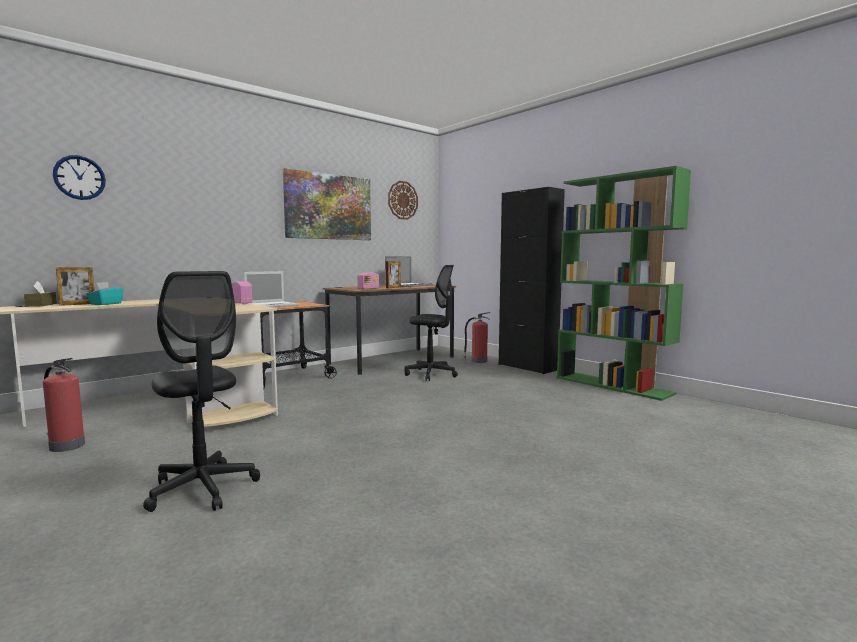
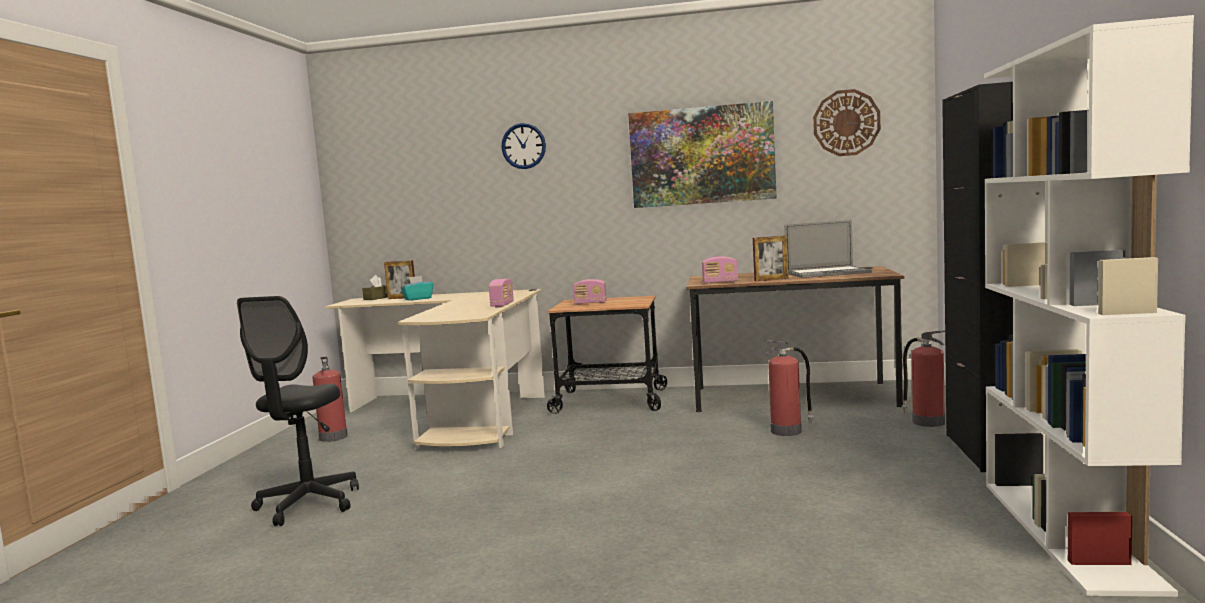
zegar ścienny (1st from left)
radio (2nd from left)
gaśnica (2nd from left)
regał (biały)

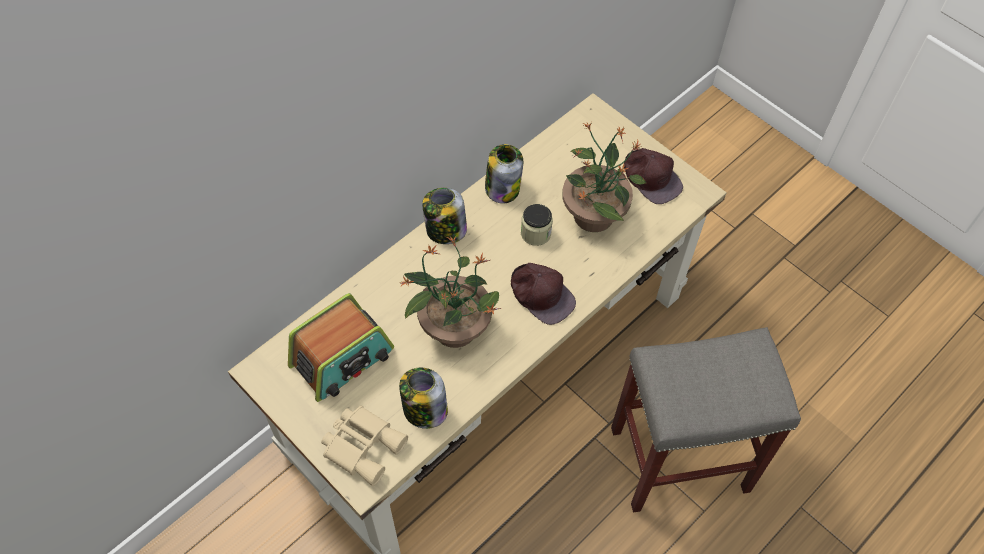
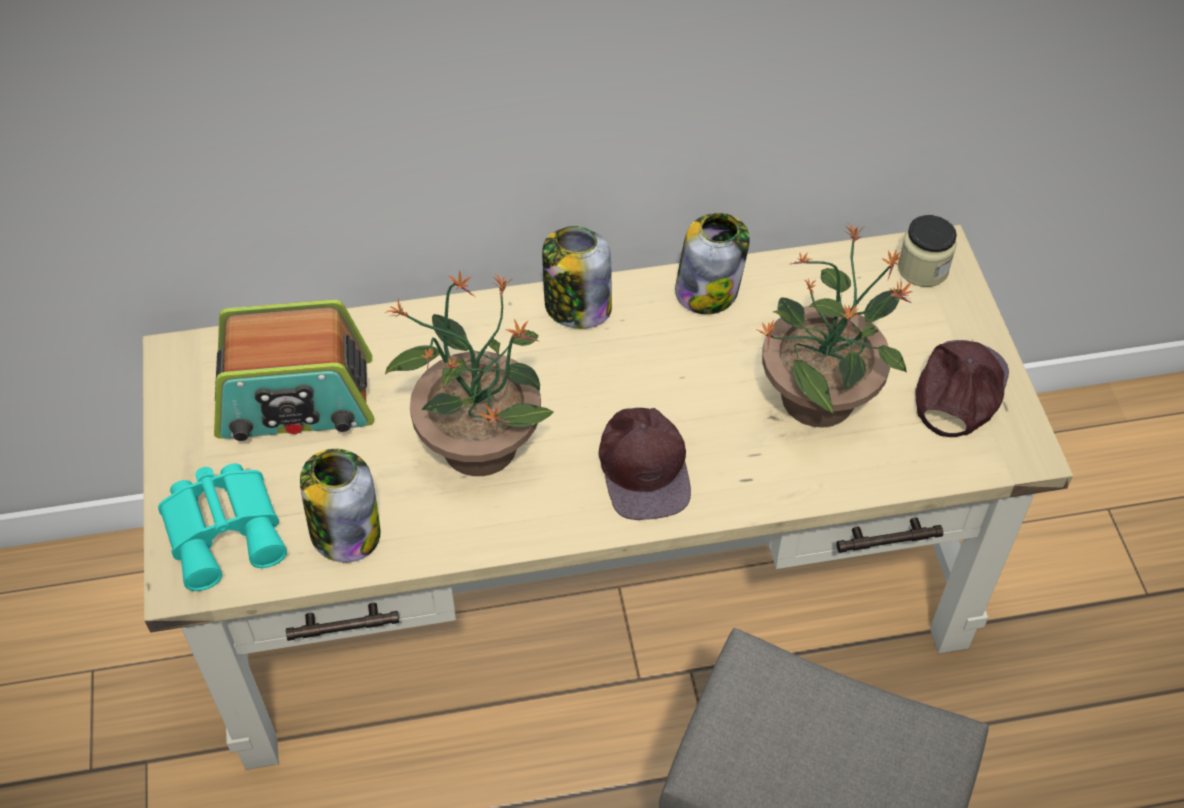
słoik (4th from left)
lornetka (turkusowy)
czapka z daszkiem (brązowy) (2nd from left)

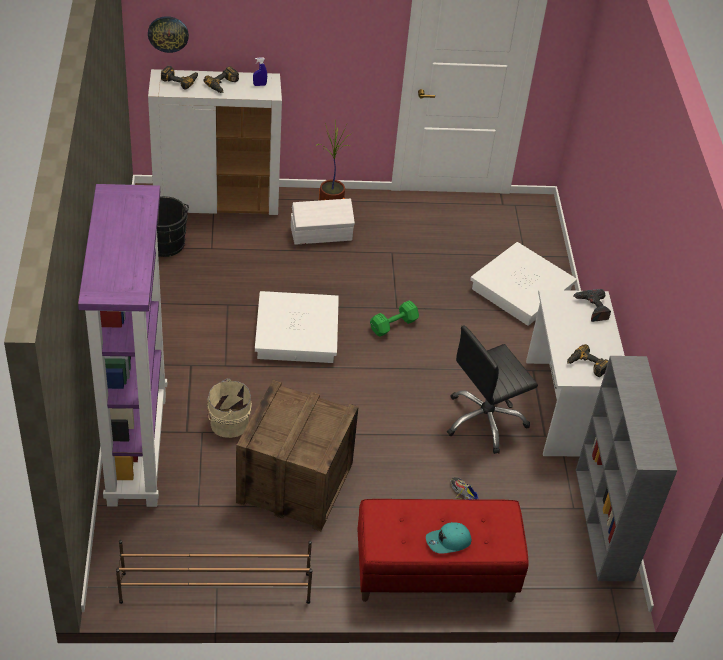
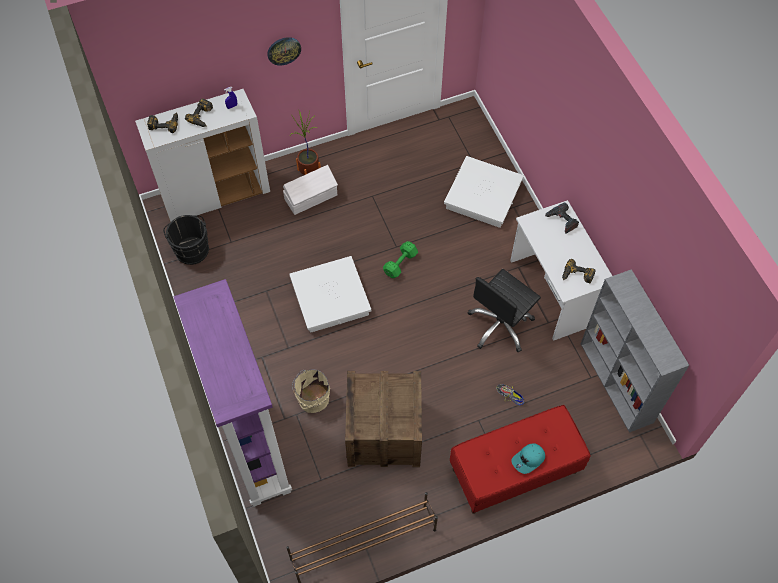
zegar ścienny

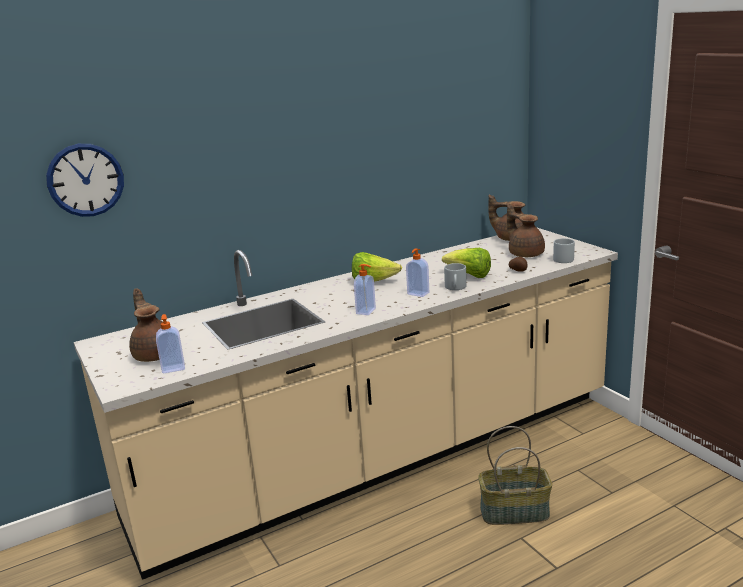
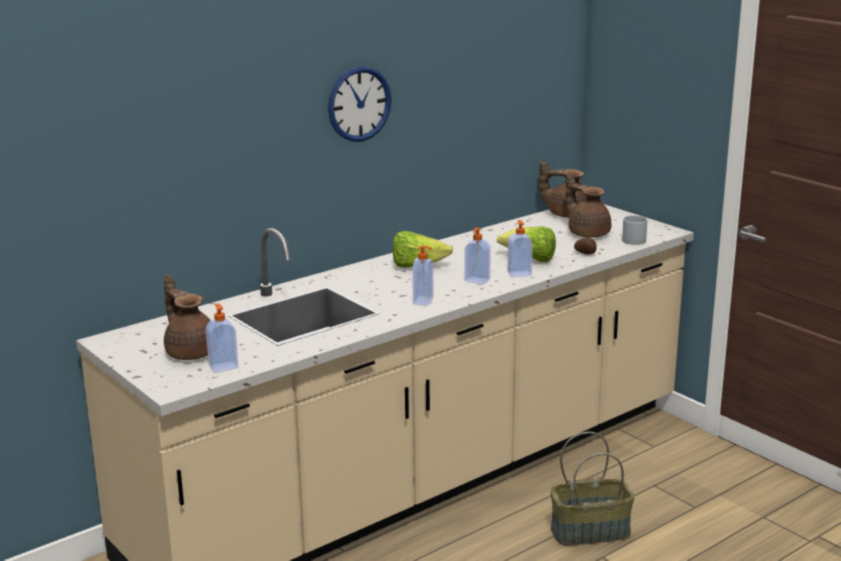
zegar ścienny
dozownik mydła (4th from left)

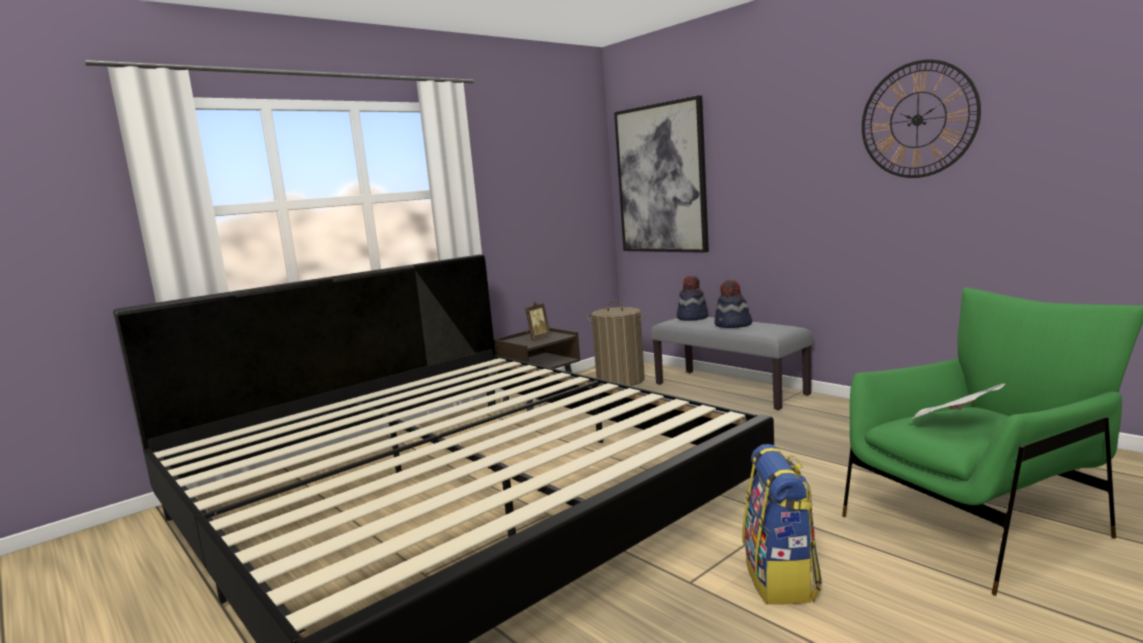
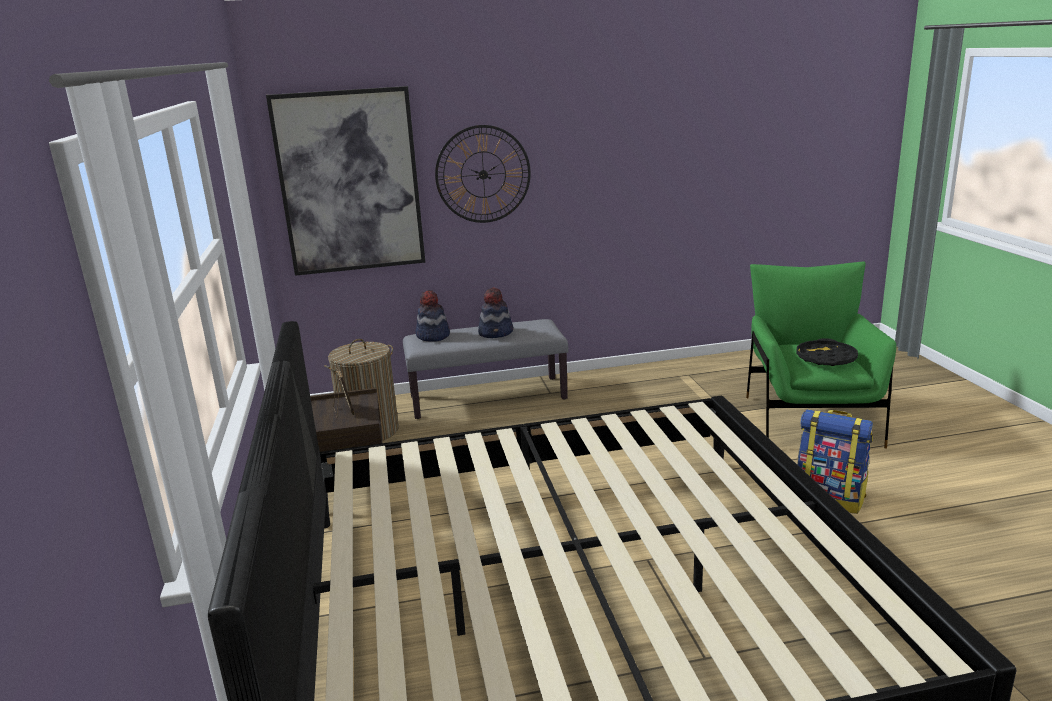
zegar ścienny
taca (czarny)

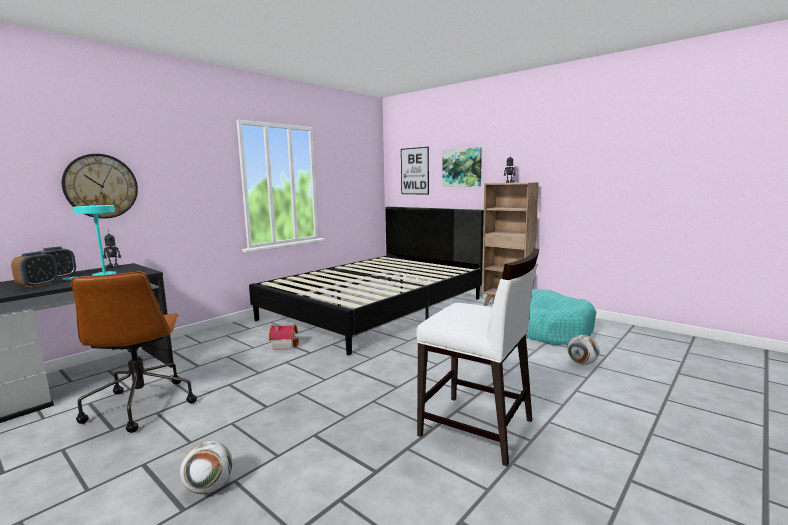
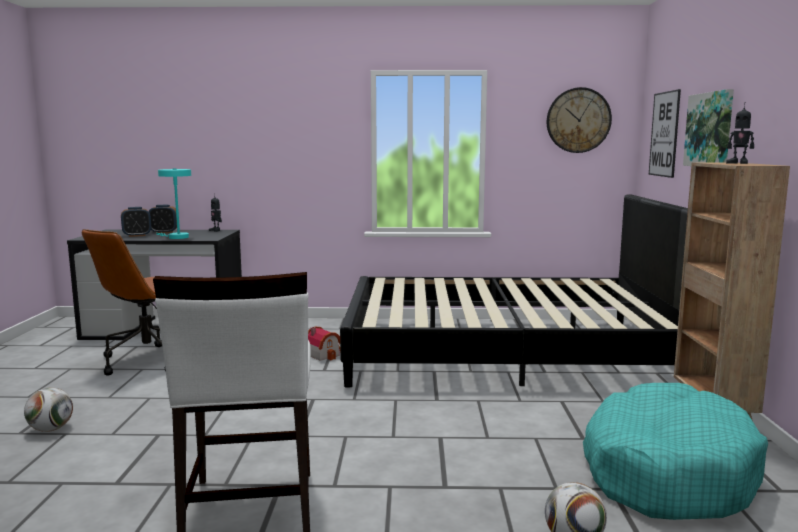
zegar ścienny

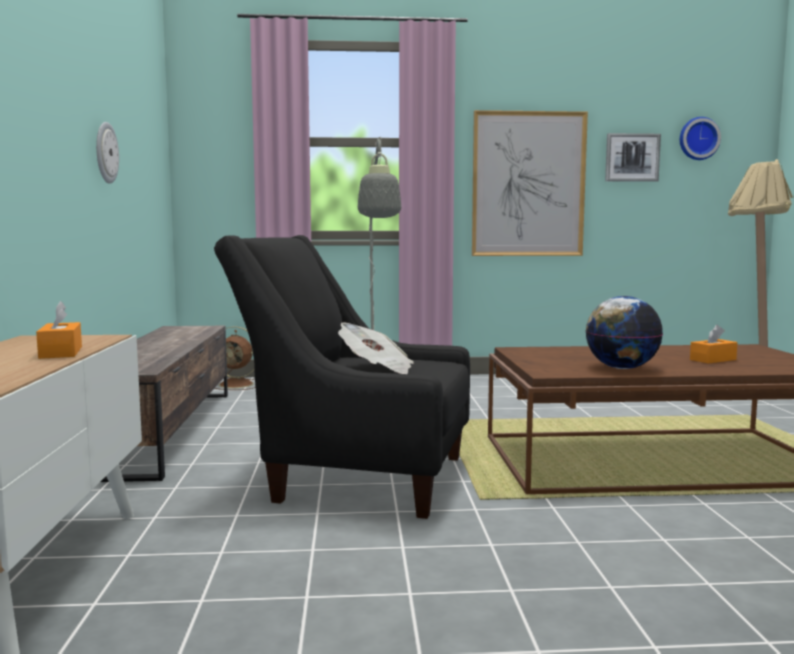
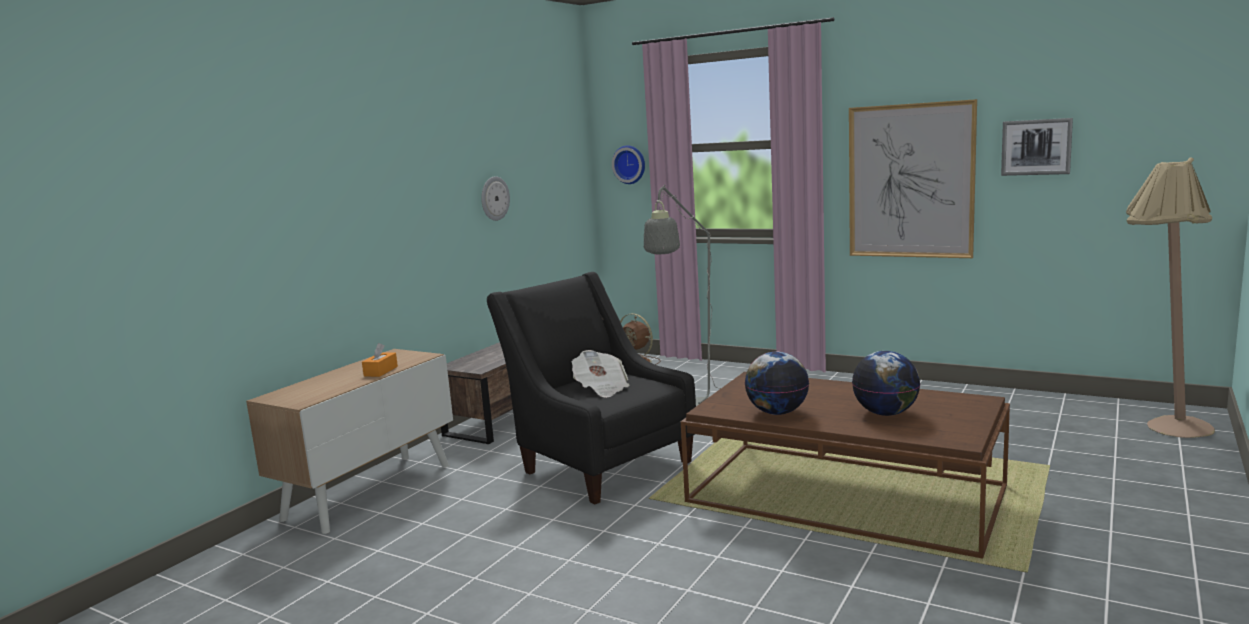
zegar ścienny (2nd from left)
globus (2nd from left)

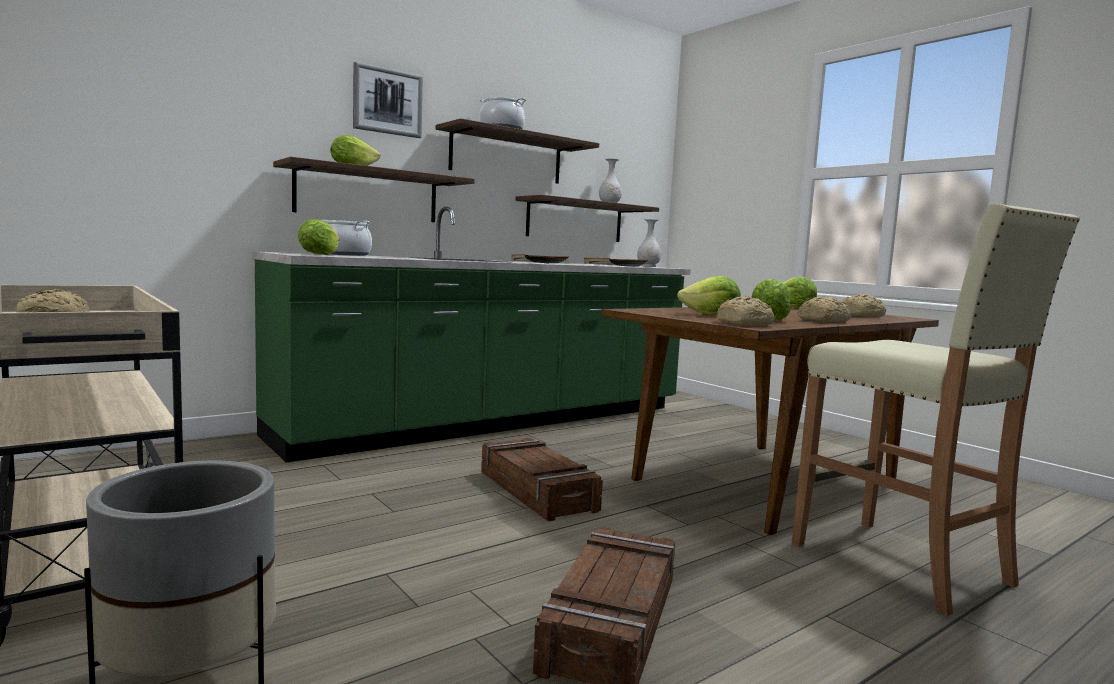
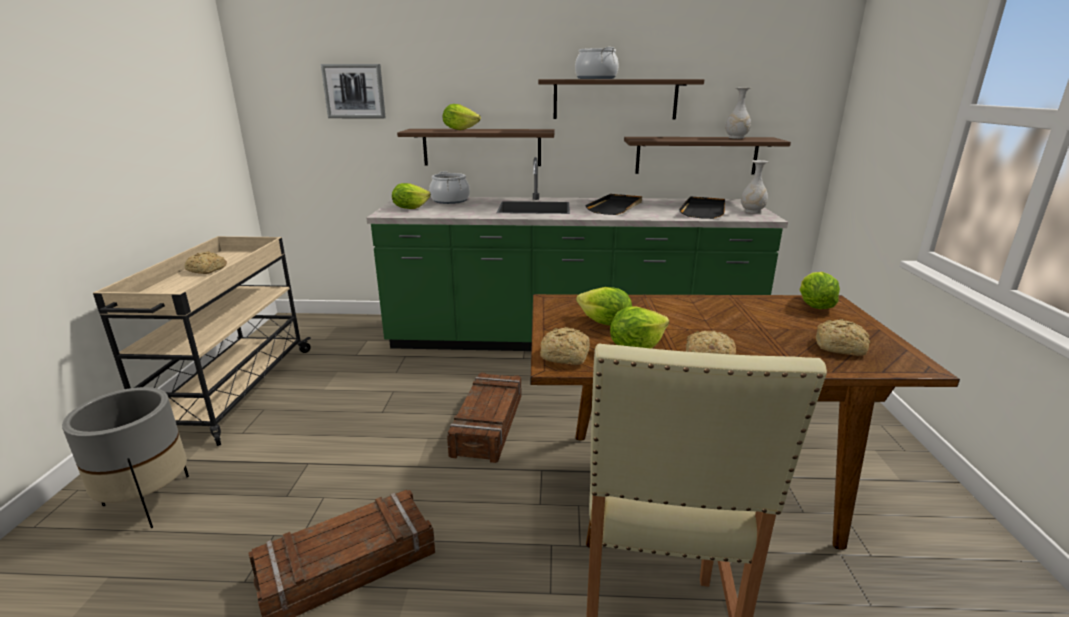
obraz

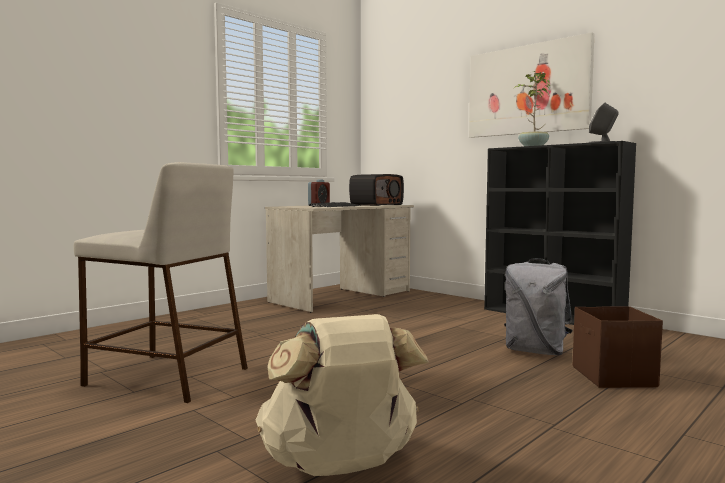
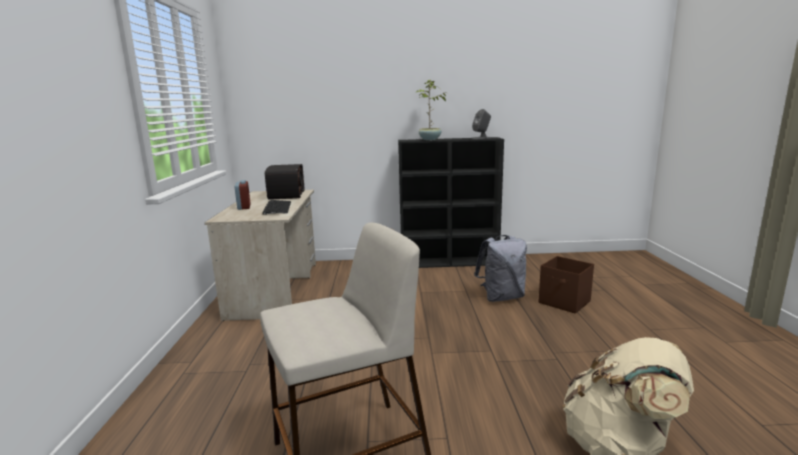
obraz

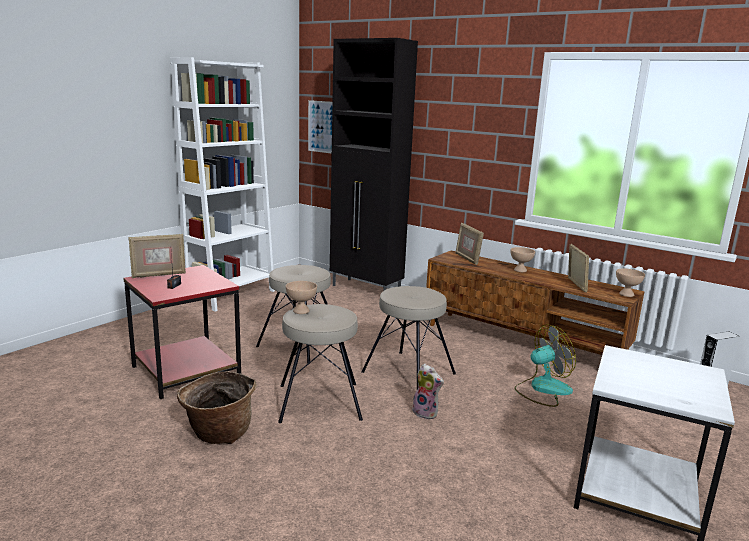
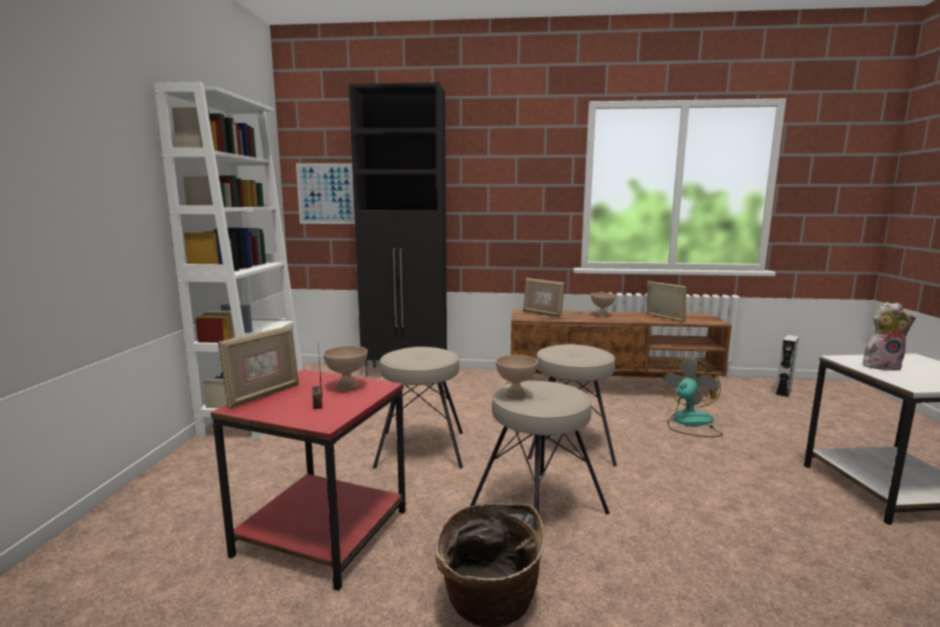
pluszak
miska (beżowy) (1st from left)

